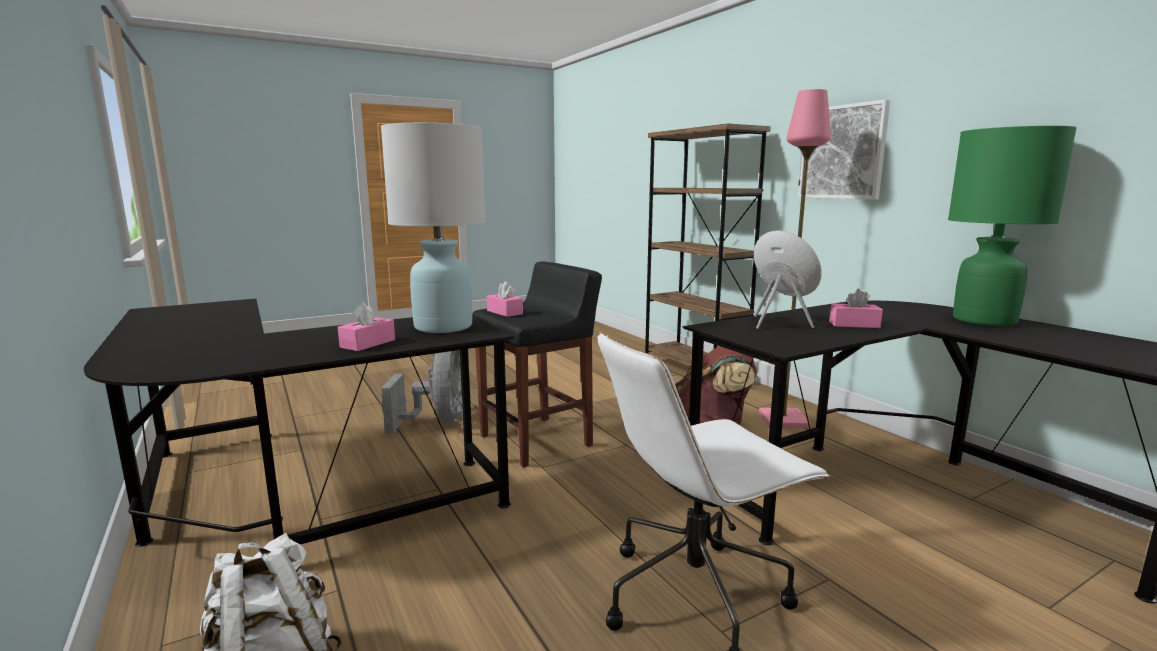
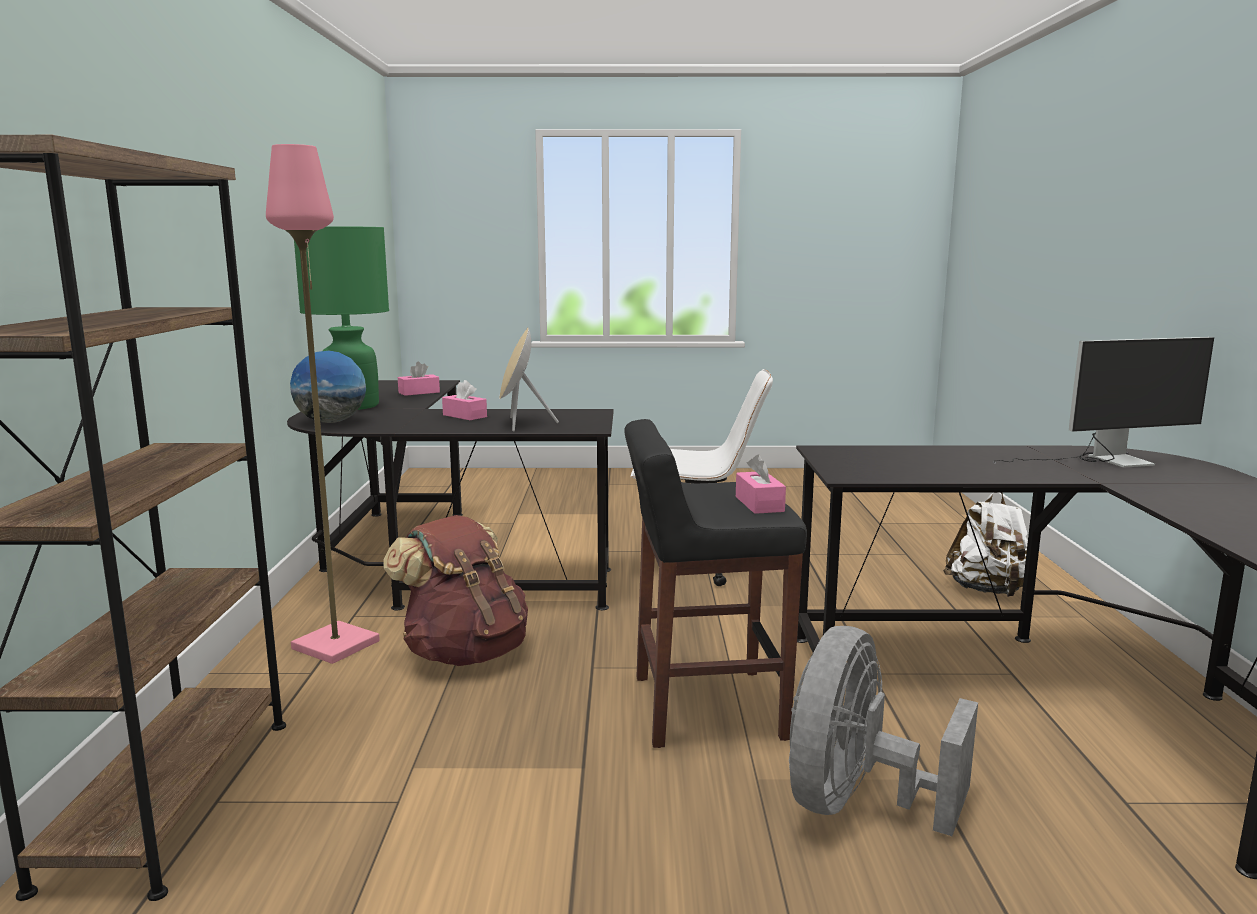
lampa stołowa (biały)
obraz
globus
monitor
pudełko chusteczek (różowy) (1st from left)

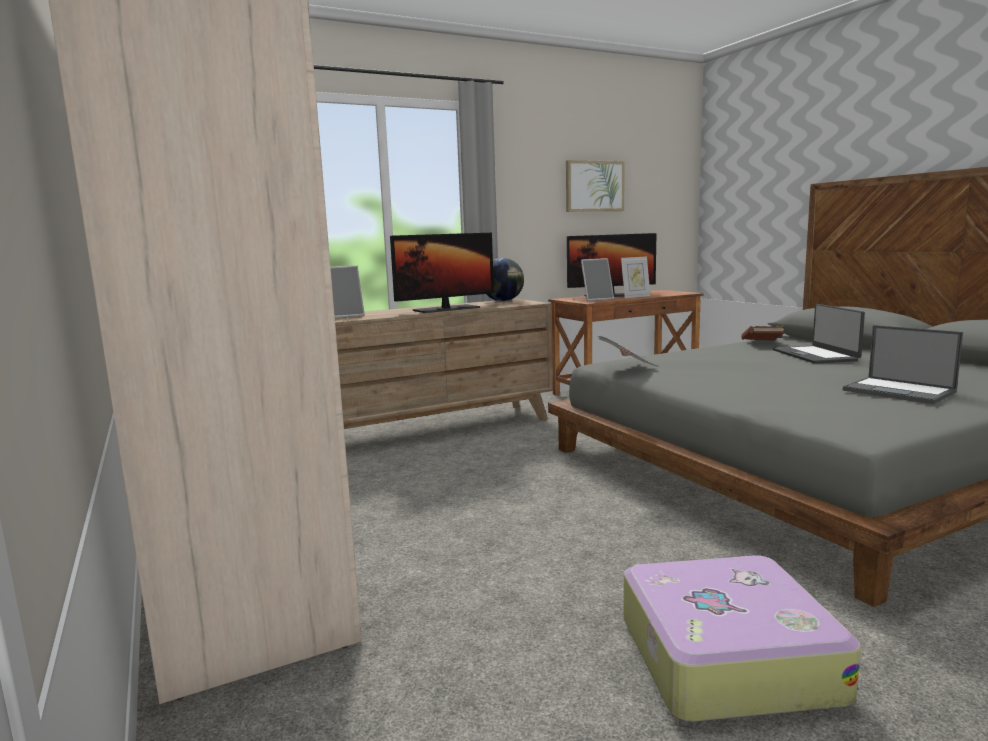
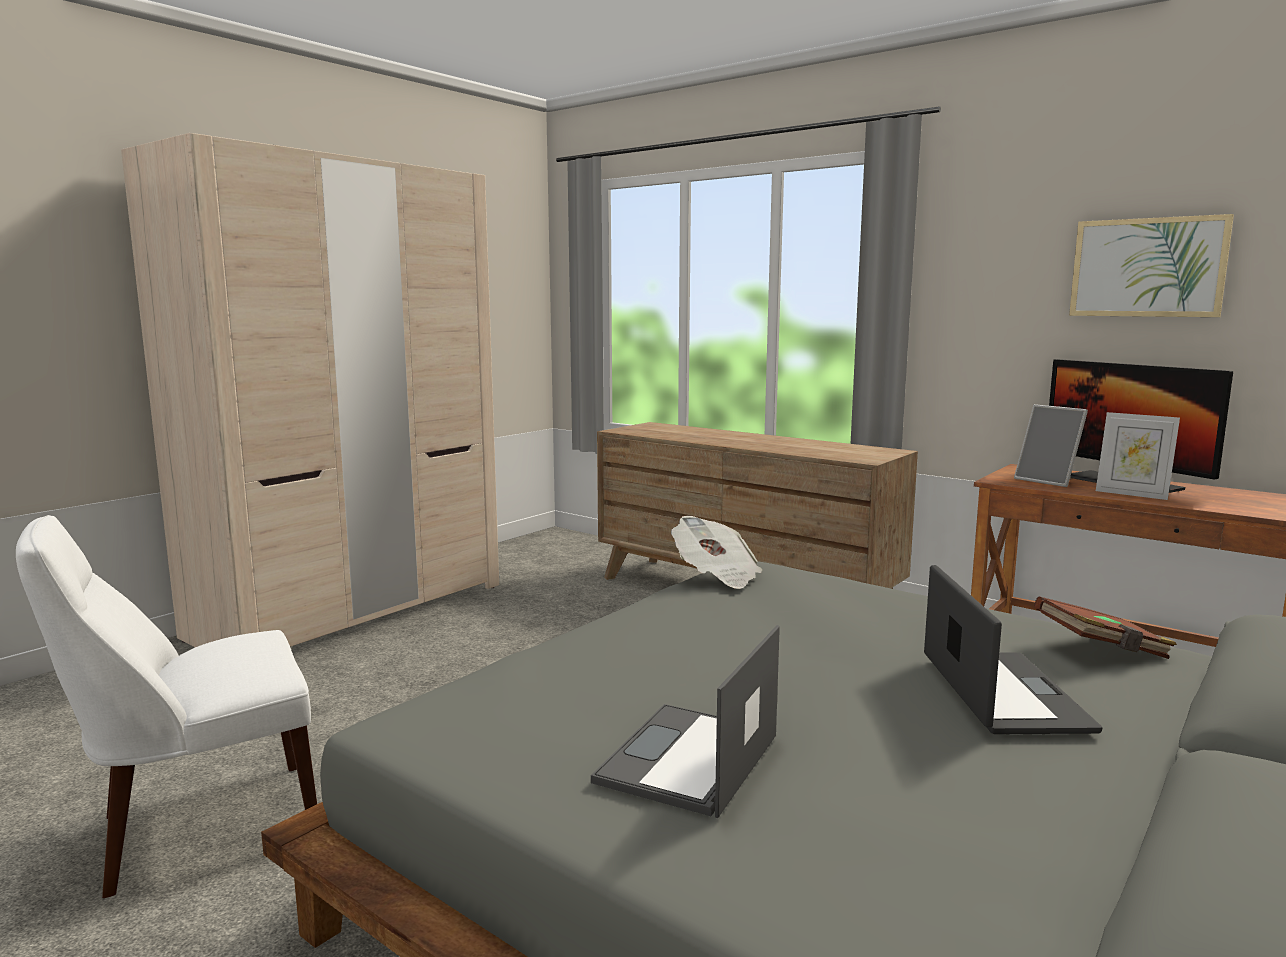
ramka na zdjęcie (1st from left in the first image)
monitor (1st from left in the first image)
globus
krzesło (biały)
laptop (2nd from left)

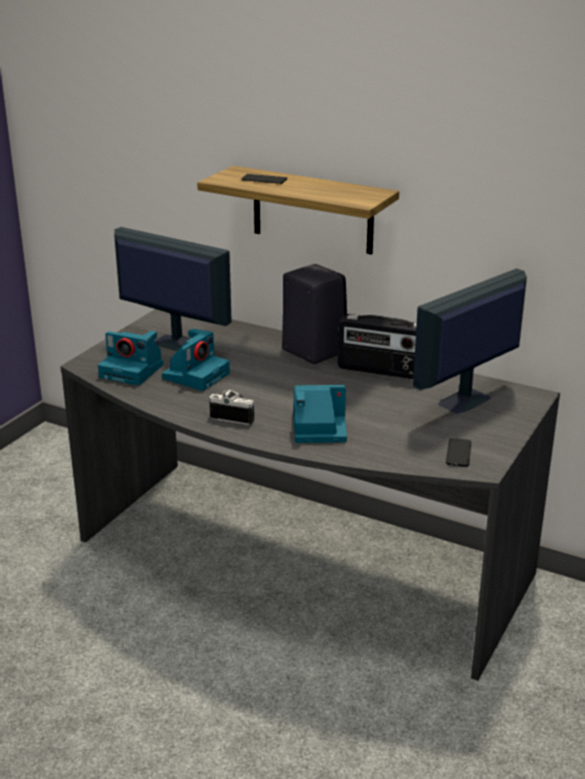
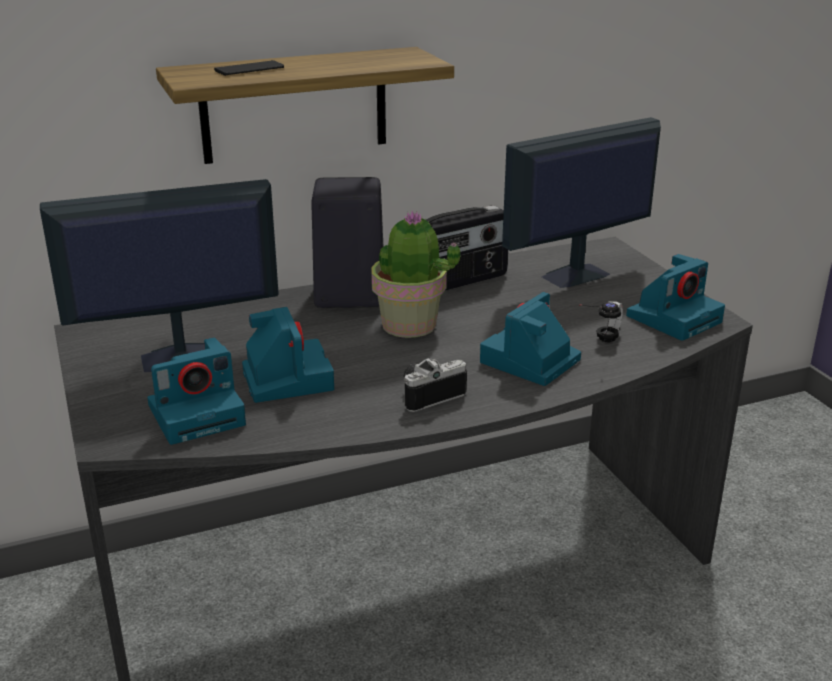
roślina doniczkowa
słuchawki
aparat fotograficzny (5th from left)
monitor (2nd from left)

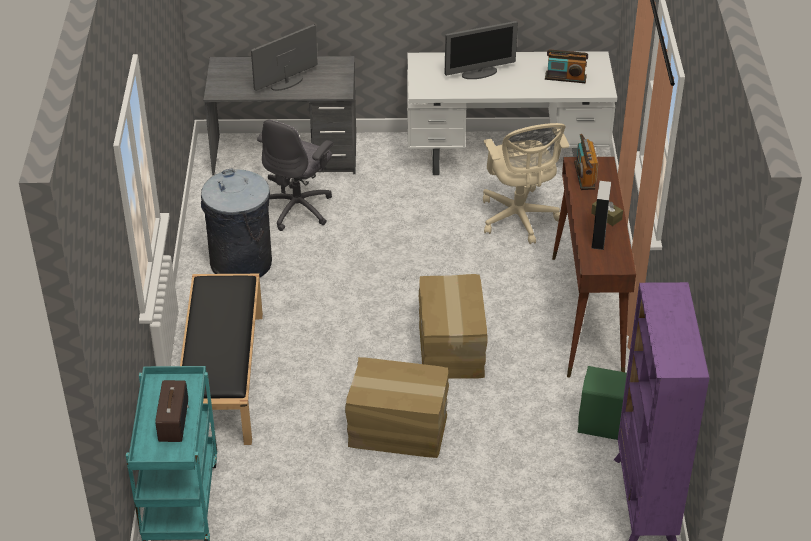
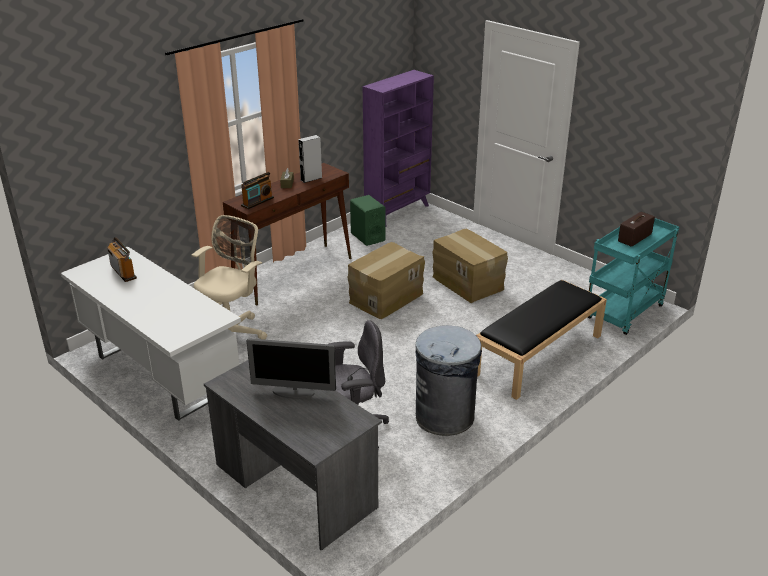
monitor (2nd from left in the first image)

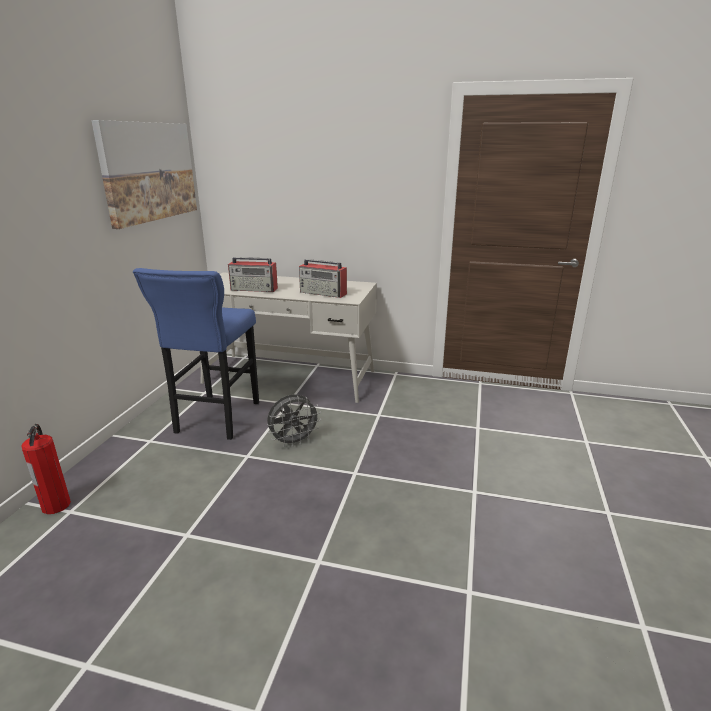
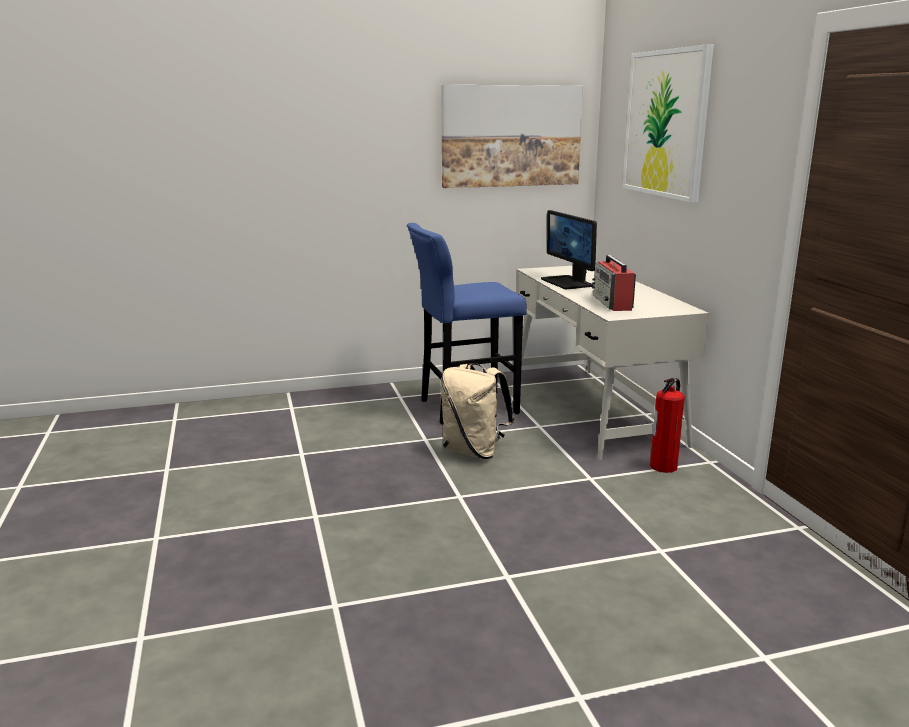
obraz (2nd from left)
gaśnica
monitor
plecak (beżowy)

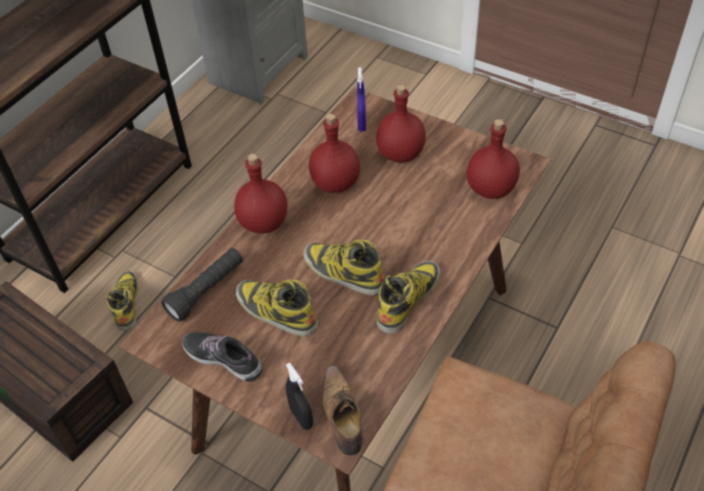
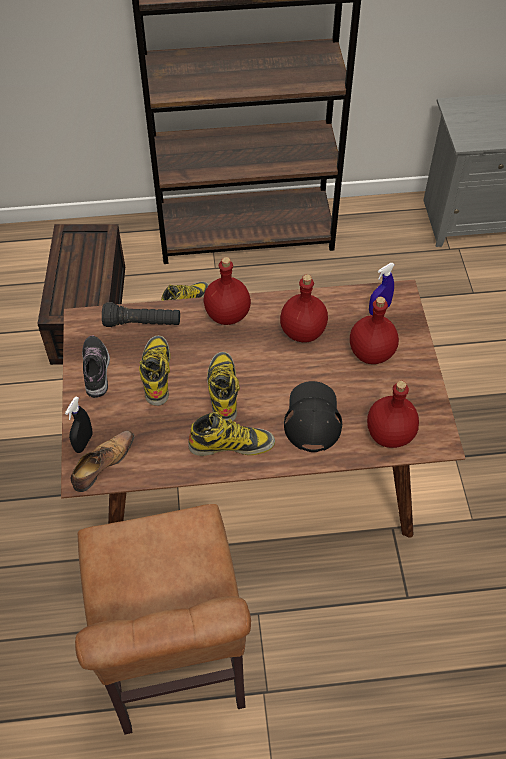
czapka z daszkiem (czarny)

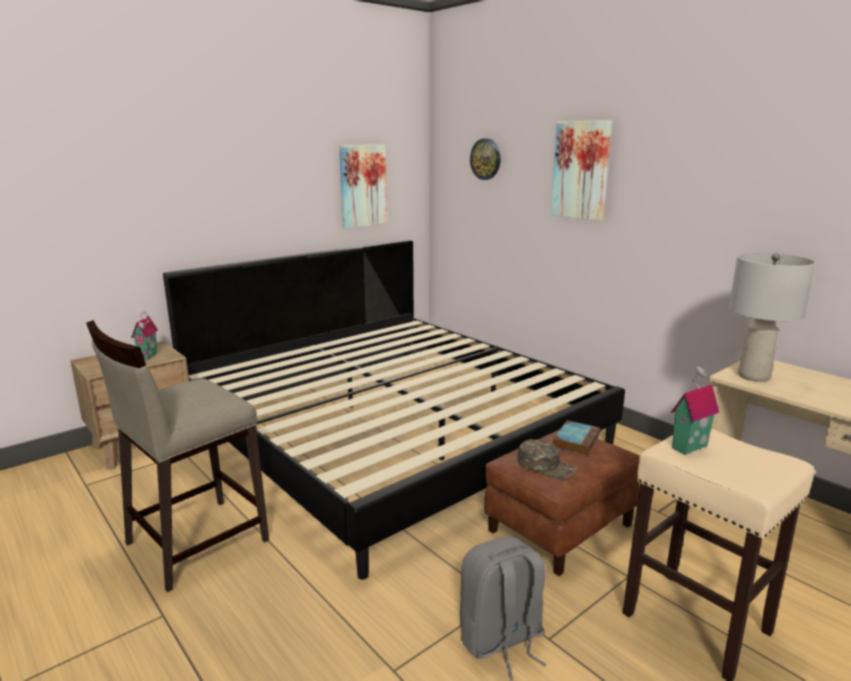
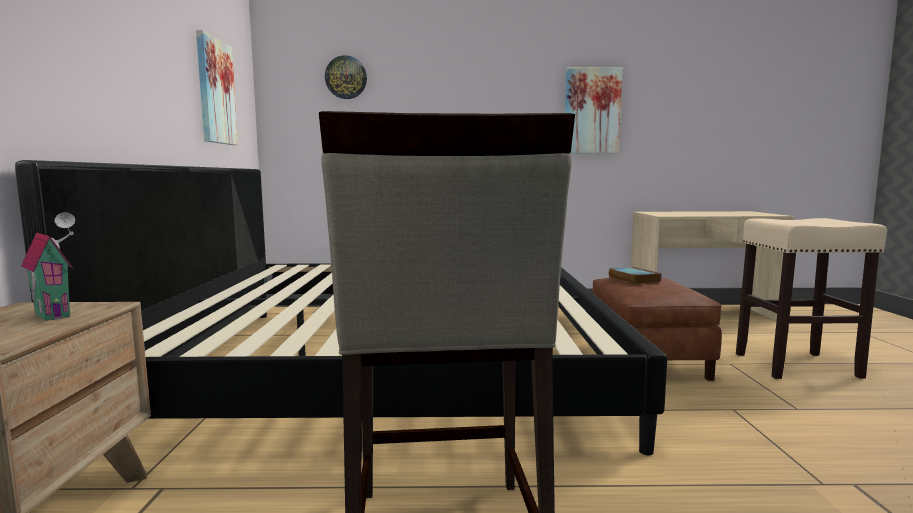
plecak (szary)
czapka z daszkiem (zielony)
domek (2nd from left in the first image)
lampa stołowa (szary)
obraz (2nd from left)

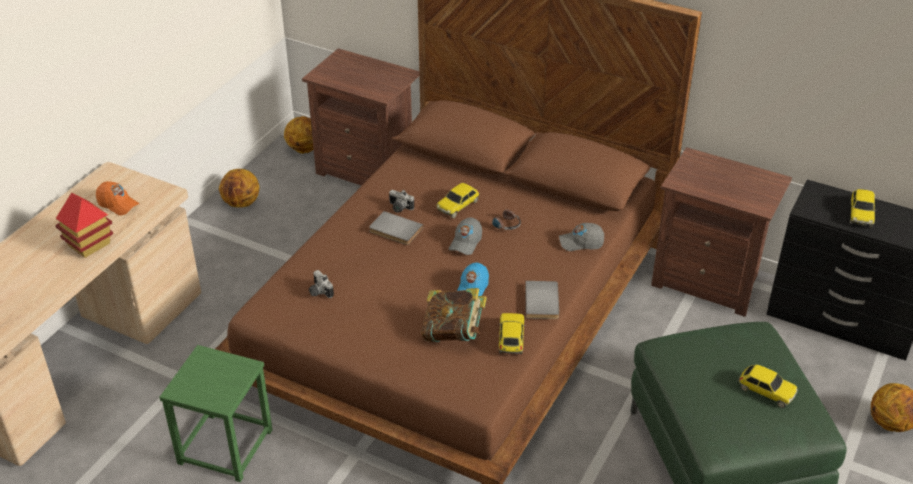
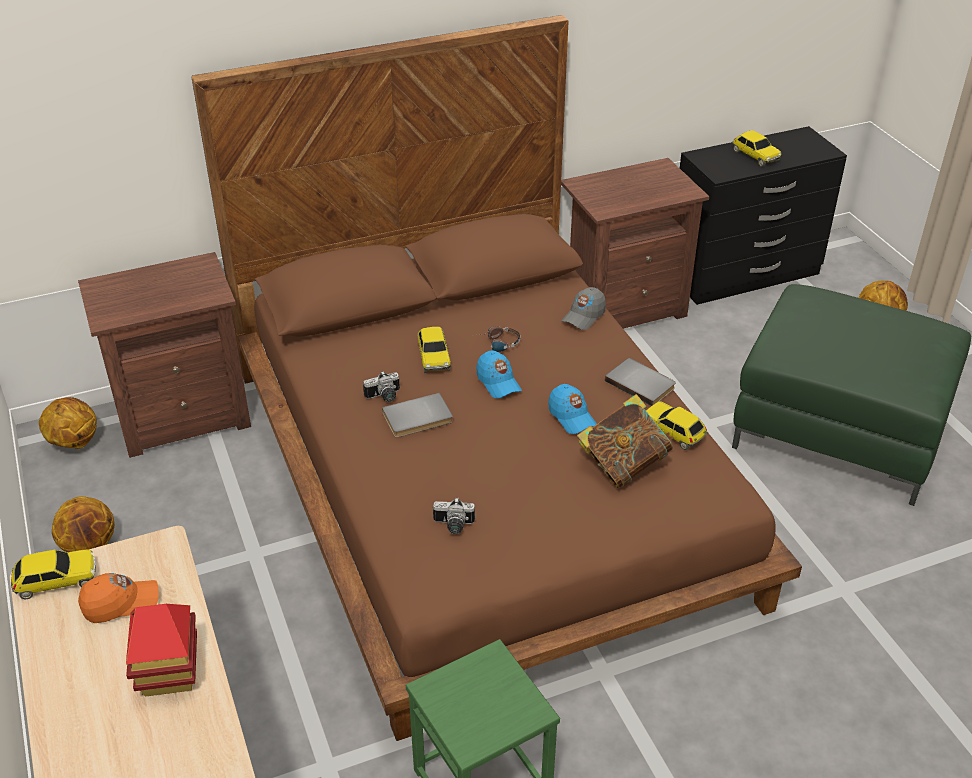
samochodzik (1st from left)
czapka z daszkiem (niebieski) (1st from left)

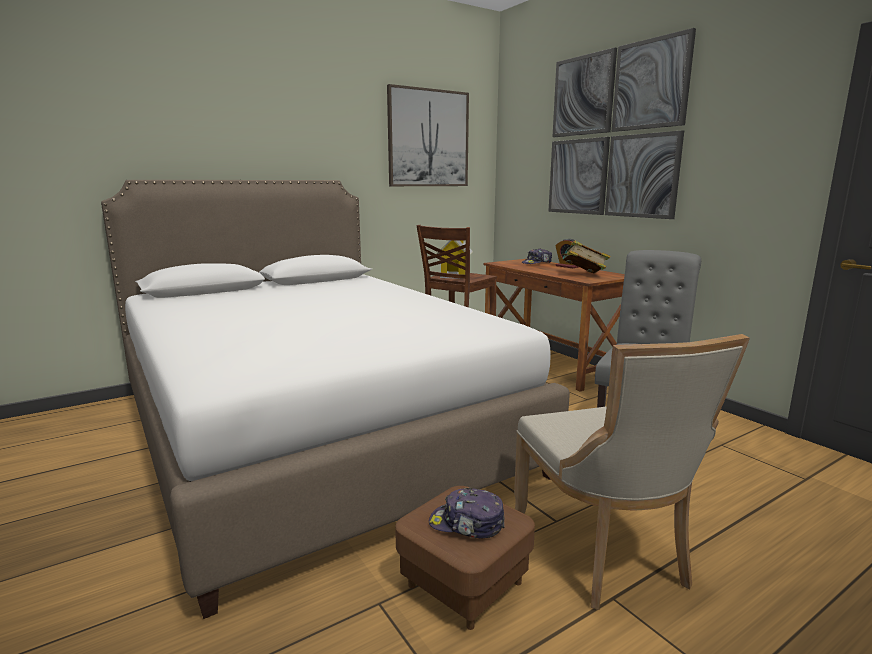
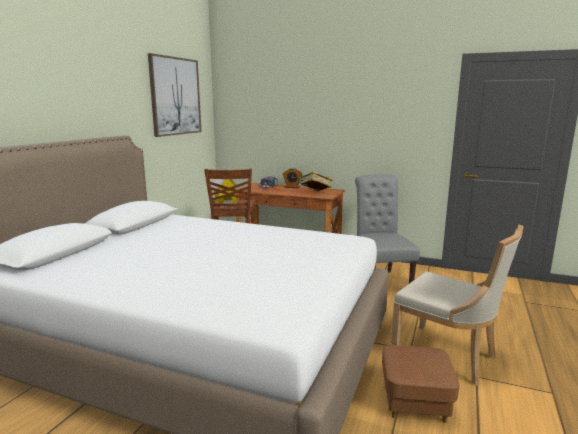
czapka z daszkiem (1st from left in the first image)
obraz (2nd from left in the first image)

